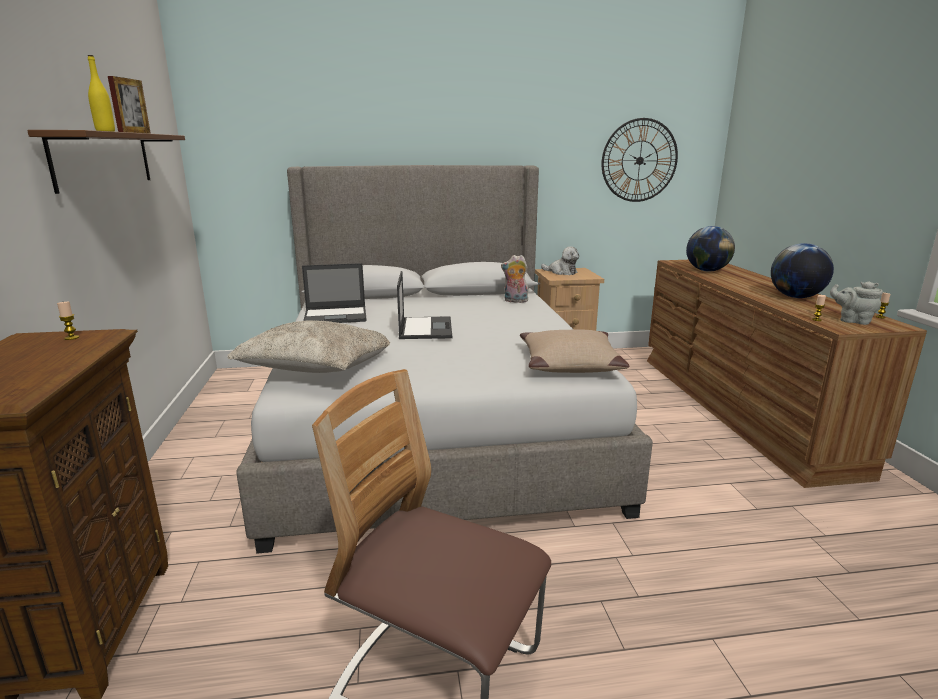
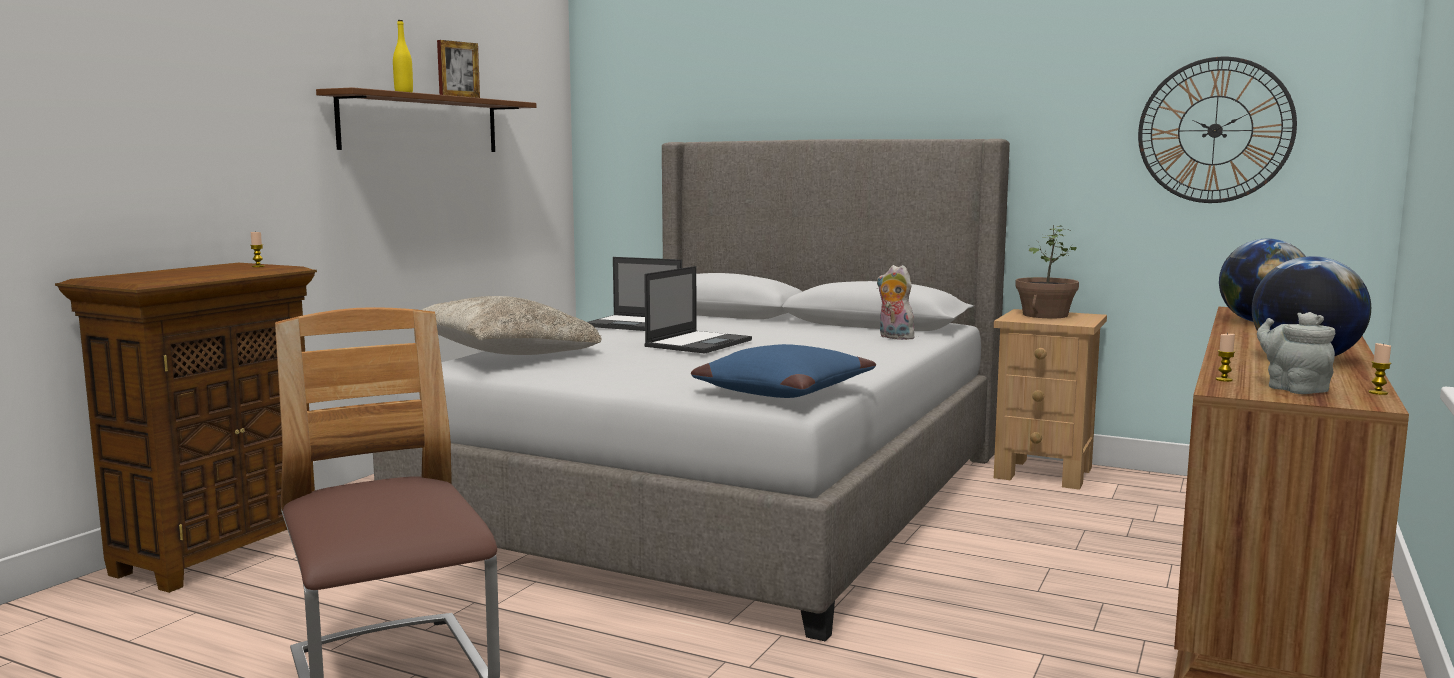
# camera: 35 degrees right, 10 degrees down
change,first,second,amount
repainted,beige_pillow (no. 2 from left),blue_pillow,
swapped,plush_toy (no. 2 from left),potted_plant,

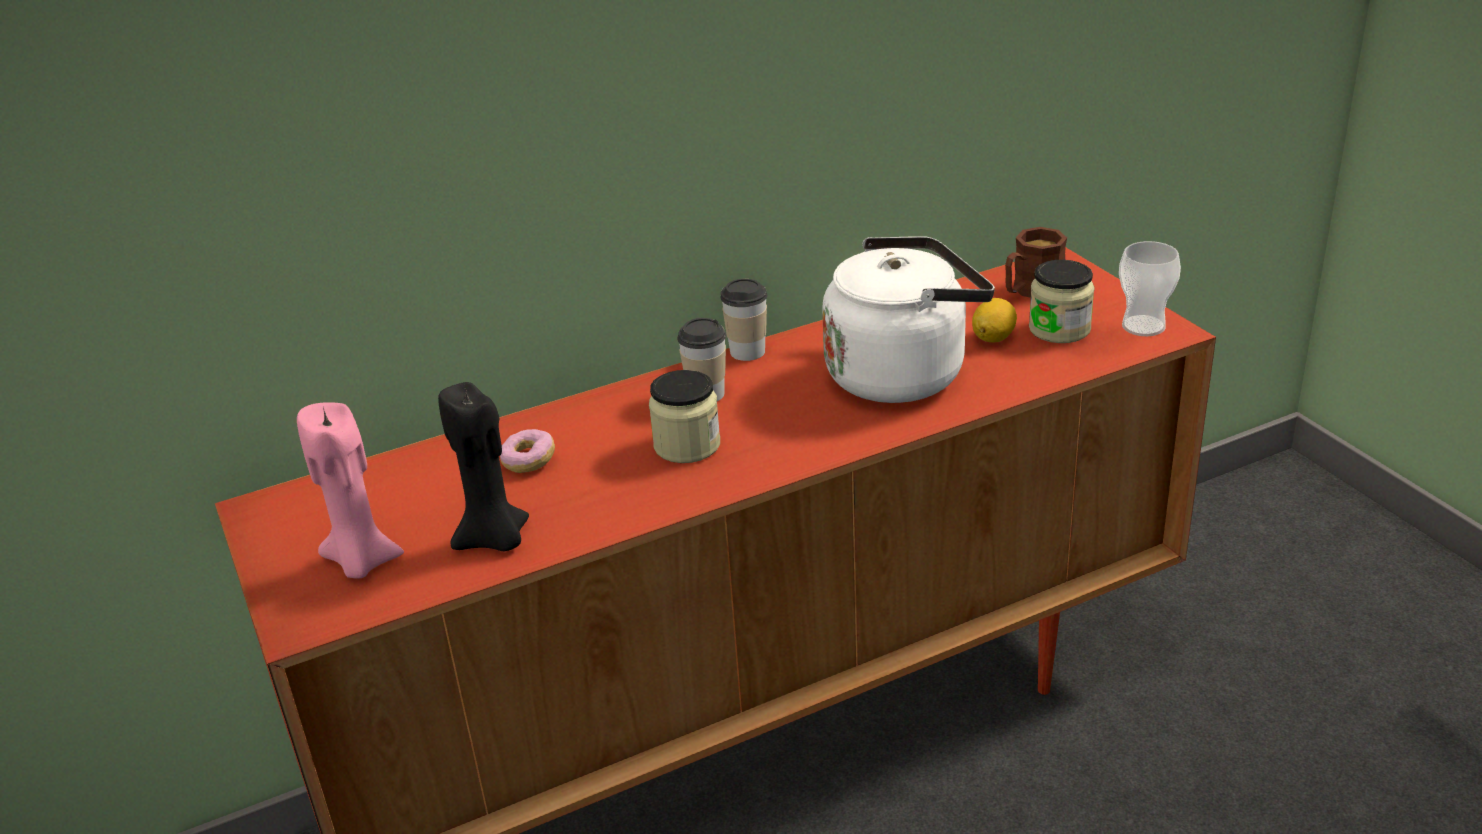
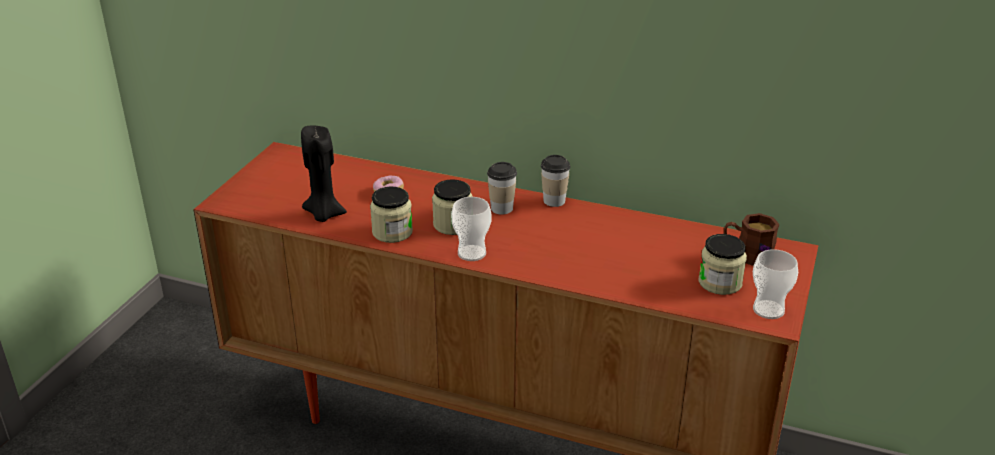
# camera: 45 degrees right, 0 degrees up
change,first,second,amount
gone,pink_candle,,
gone,white_kettle,,
gone,lemon,,
new,,jar (no. 1 from left),
new,,cup (no. 1 from left),

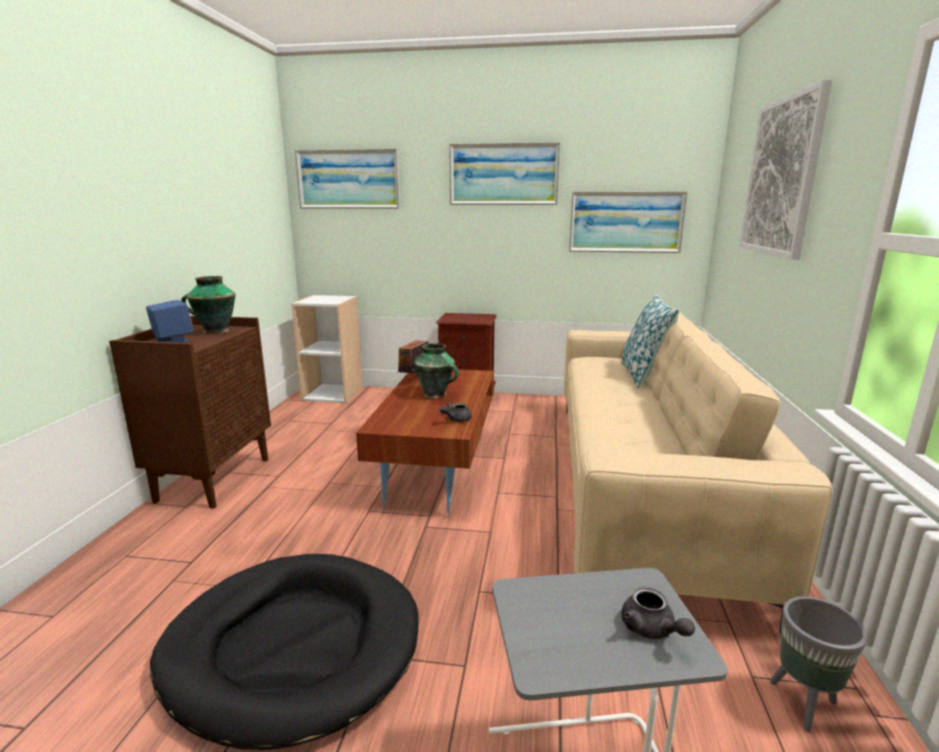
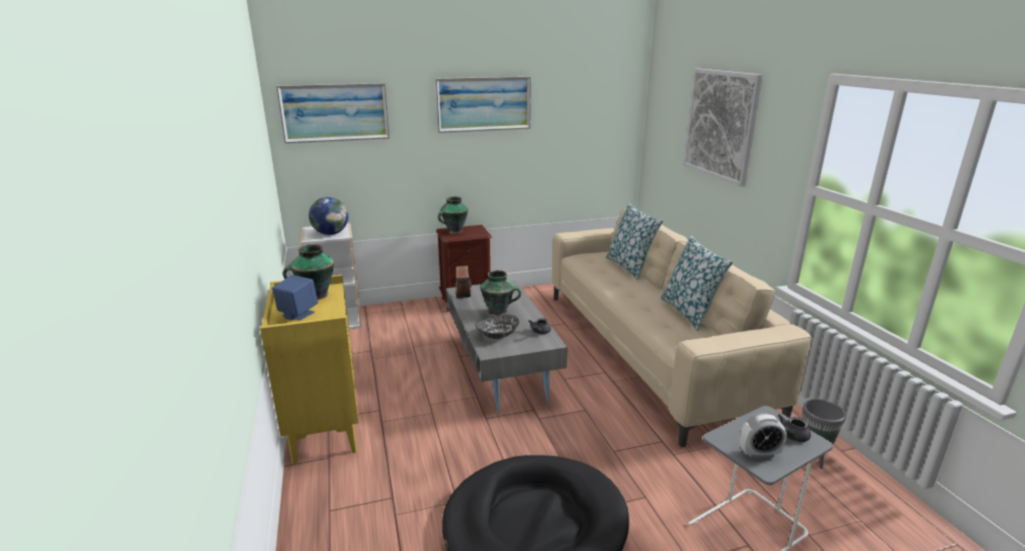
# camera: 25 degrees left, 5 degrees up
change,first,second,amount
repainted,brown_cabinet,yellow_cabinet,
repainted,brown_coffee_table,grey_coffee_table,
gone,picture (no. 3 from left),,
rotated,grey_teapot (no. 2 from left),,105 degrees clockwise
new,,globe,
new,,vase (no. 2 from left),
new,,bowl,
new,,pillow (no. 2 from left),
new,,alarm_clock,

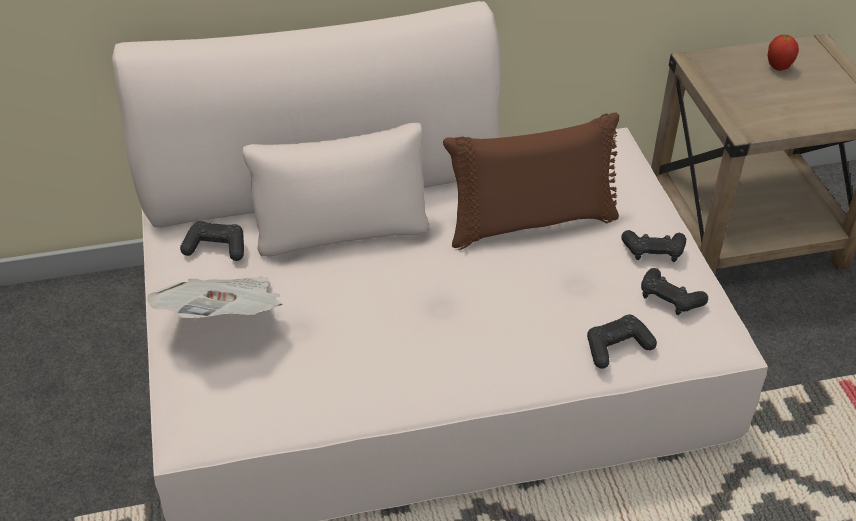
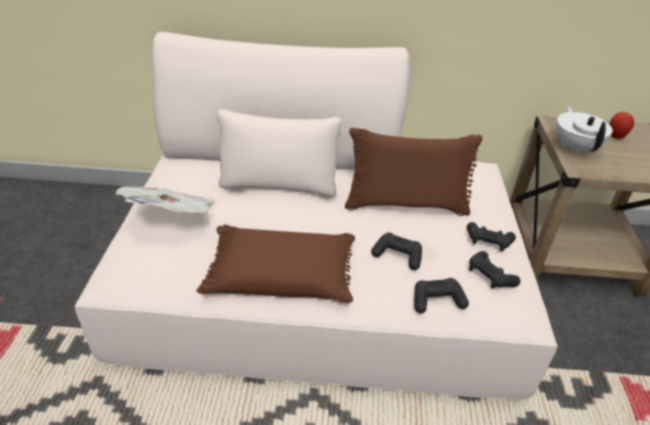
# camera: 15 degrees right, 5 degrees down
change,first,second,amount
shifted,black_game_controller (no. 1 from left),,
new,,brown_pillow (no. 1 from left),
new,,white_teapot,

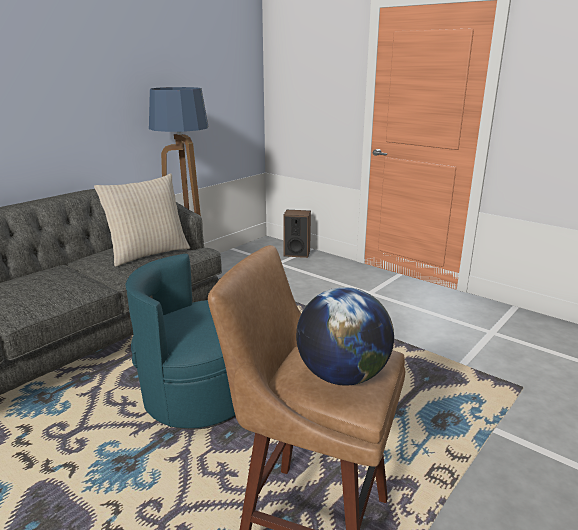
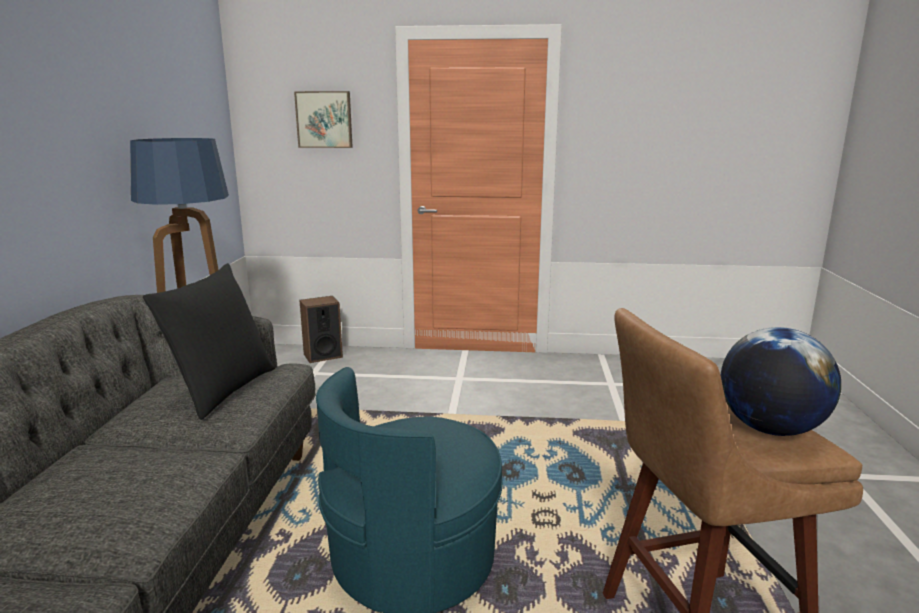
# camera: 35 degrees left, 5 degrees down
change,first,second,amount
repainted,beige_pillow,black_pillow,
new,,picture,

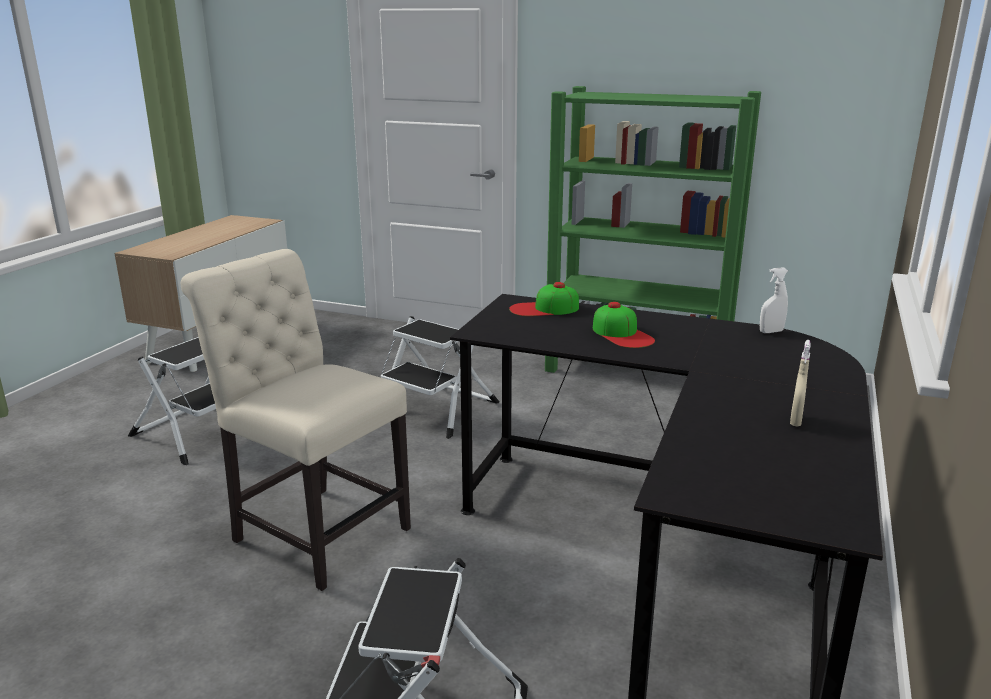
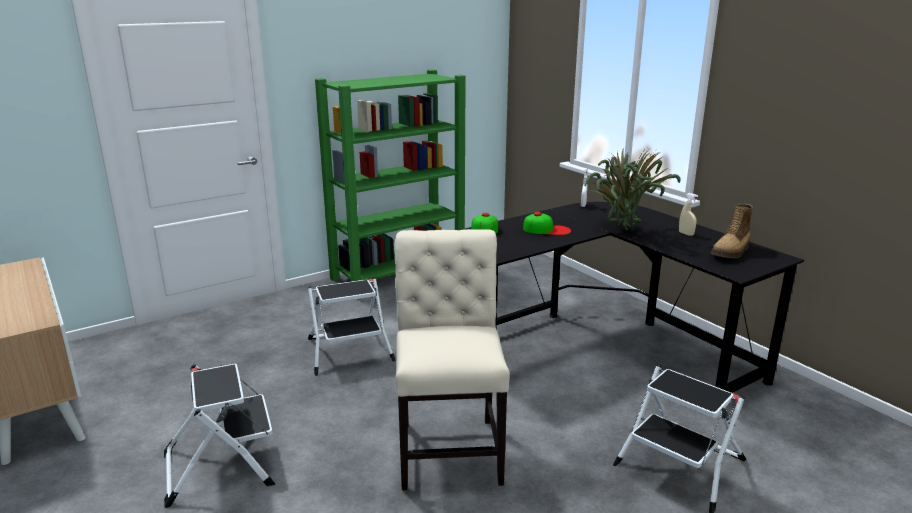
# camera: 55 degrees left, 0 degrees up
change,first,second,amount
rotated,beige_chair,,105 degrees clockwise
new,,potted_plant,
new,,boot,

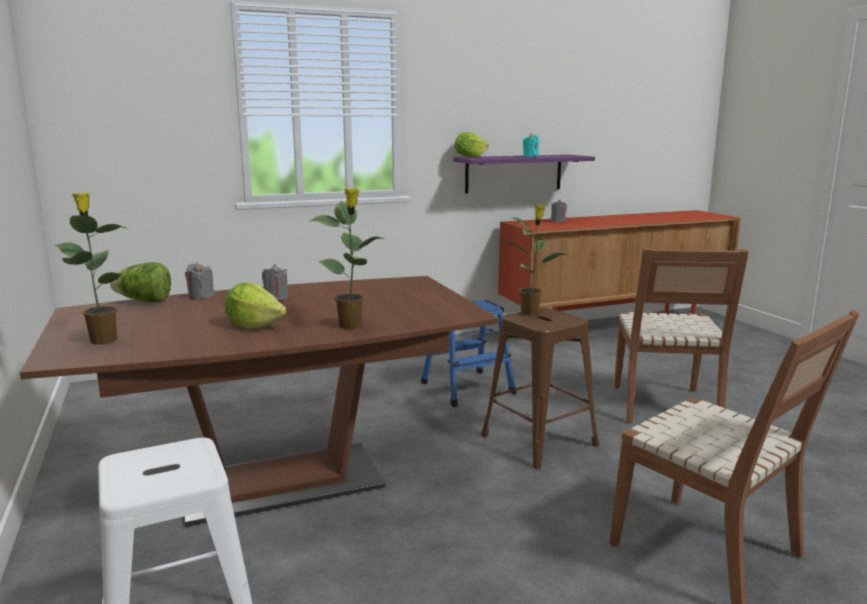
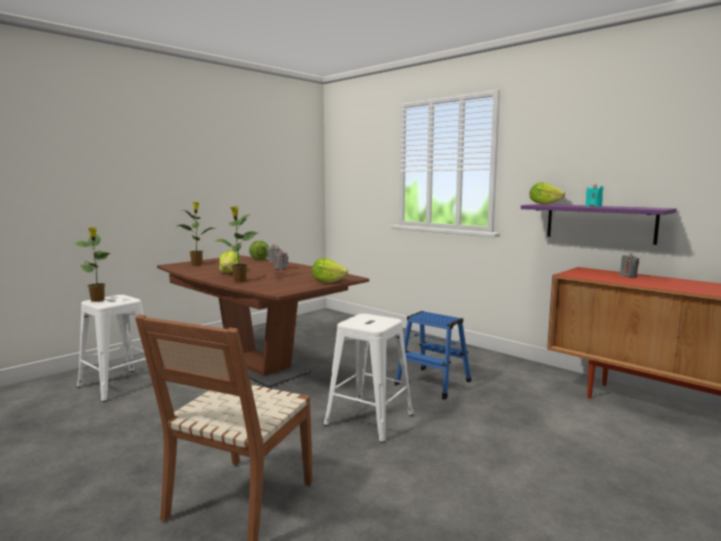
# camera: 65 degrees right, 5 degrees down
change,first,second,amount
repainted,brown_stool,white_stool (no. 2 from left),
shifted,potted_plant (no. 3 from left in the first image),potted_plant (no. 1 from left),
gone,chair (no. 1 from left),,
new,,lettuce (no. 3 from left),

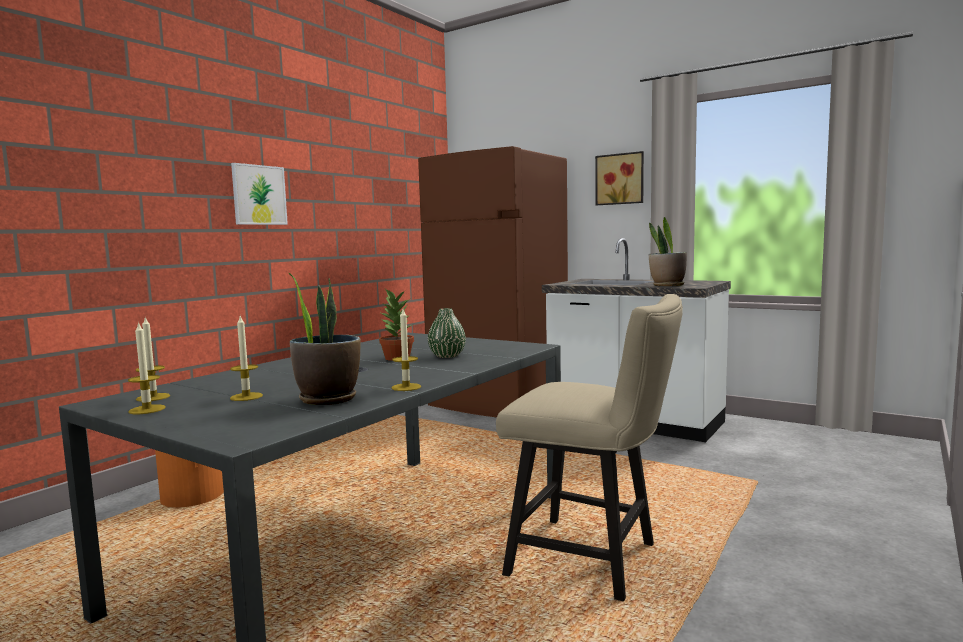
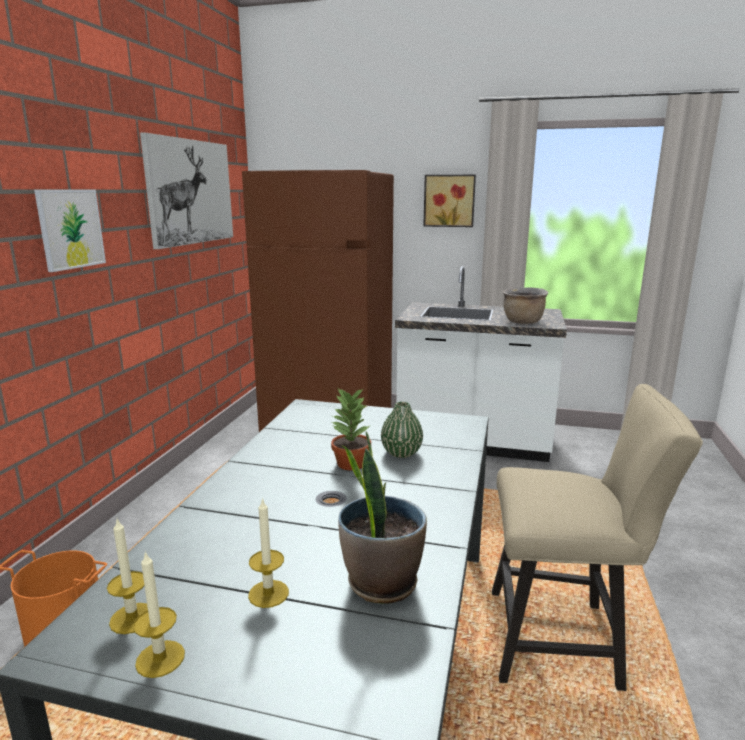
# camera: 20 degrees left, 10 degrees up
change,first,second,amount
gone,candle (no. 4 from left),,
swapped,potted_plant (no. 3 from left),brown_cooking_pot,
new,,picture (no. 2 from left),

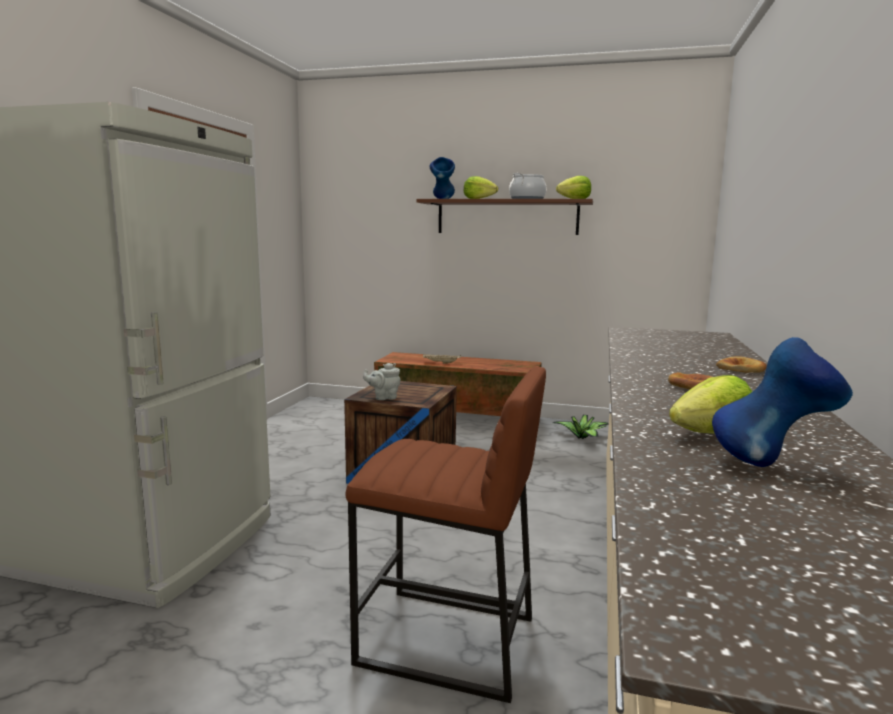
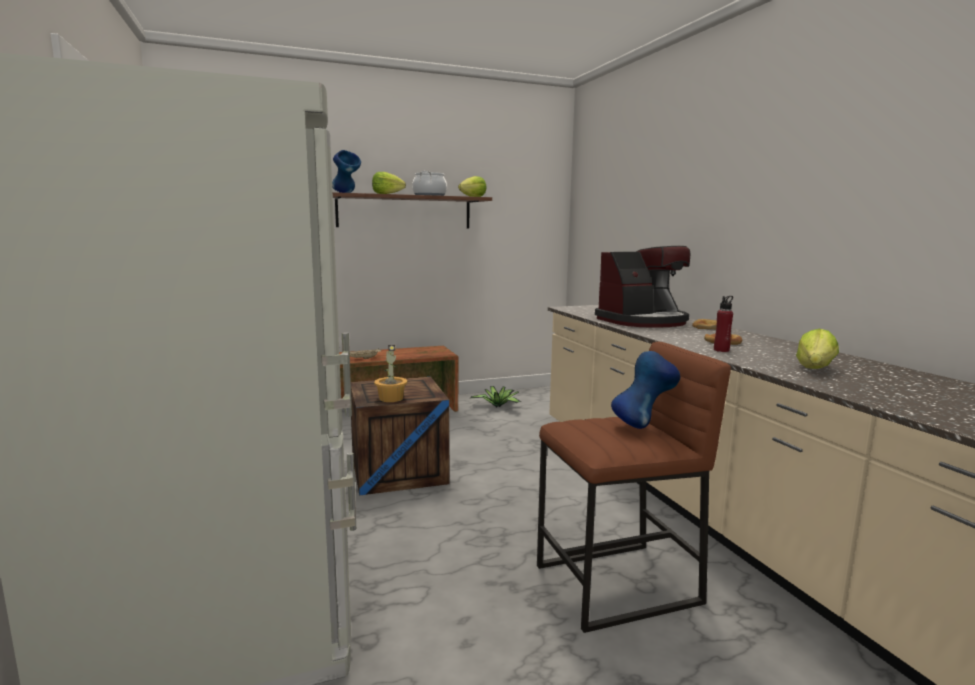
# camera: 35 degrees left, 0 degrees up
change,first,second,amount
swapped,grey_teapot,potted_plant (no. 1 from left),
shifted,blue_vase (no. 2 from left),,
new,,coffee_machine,
new,,red_bottle,

